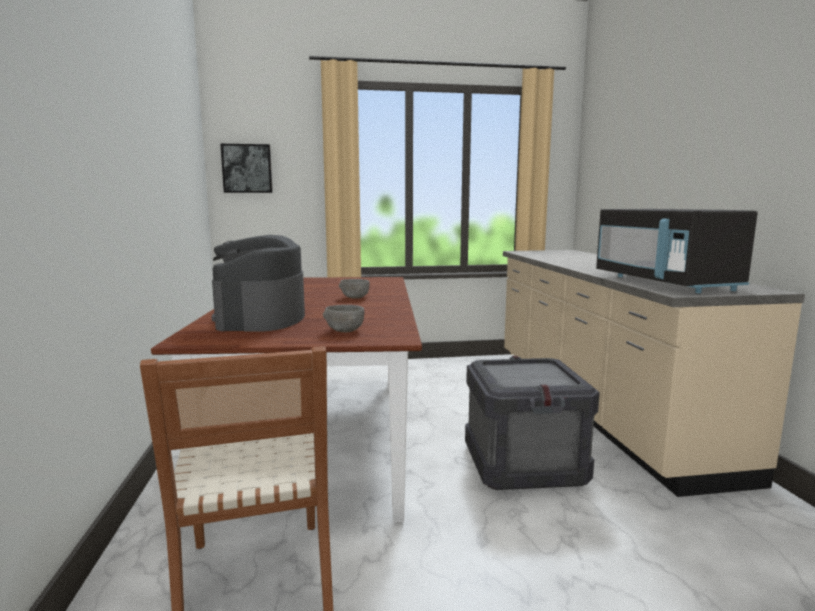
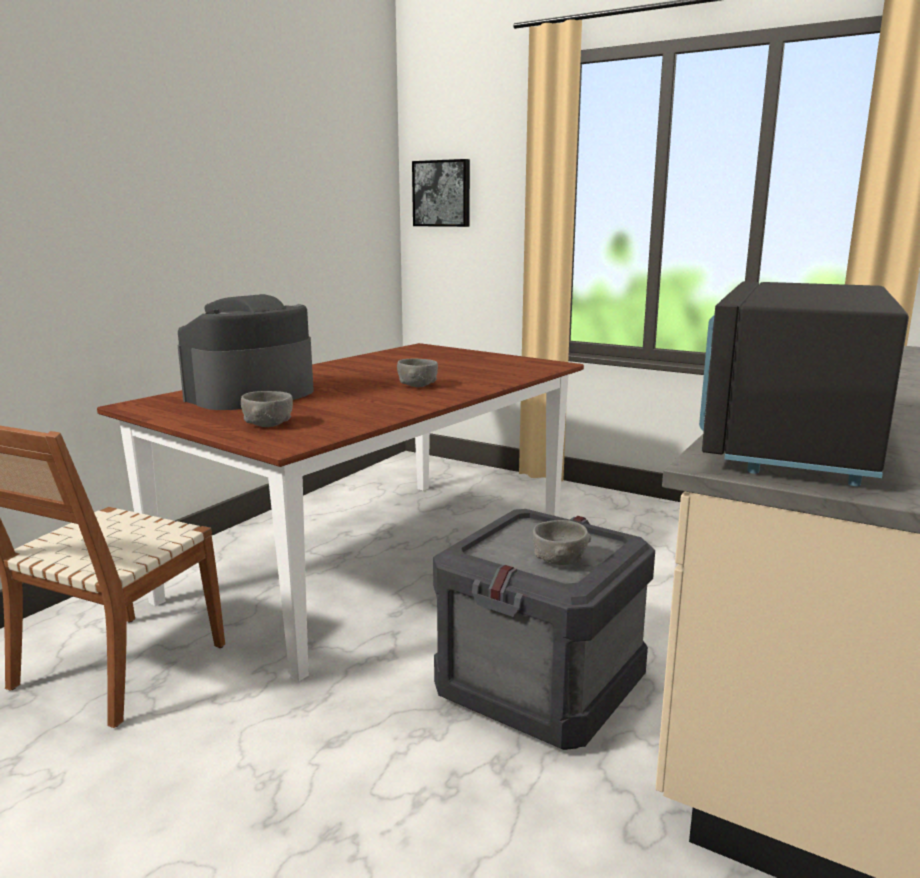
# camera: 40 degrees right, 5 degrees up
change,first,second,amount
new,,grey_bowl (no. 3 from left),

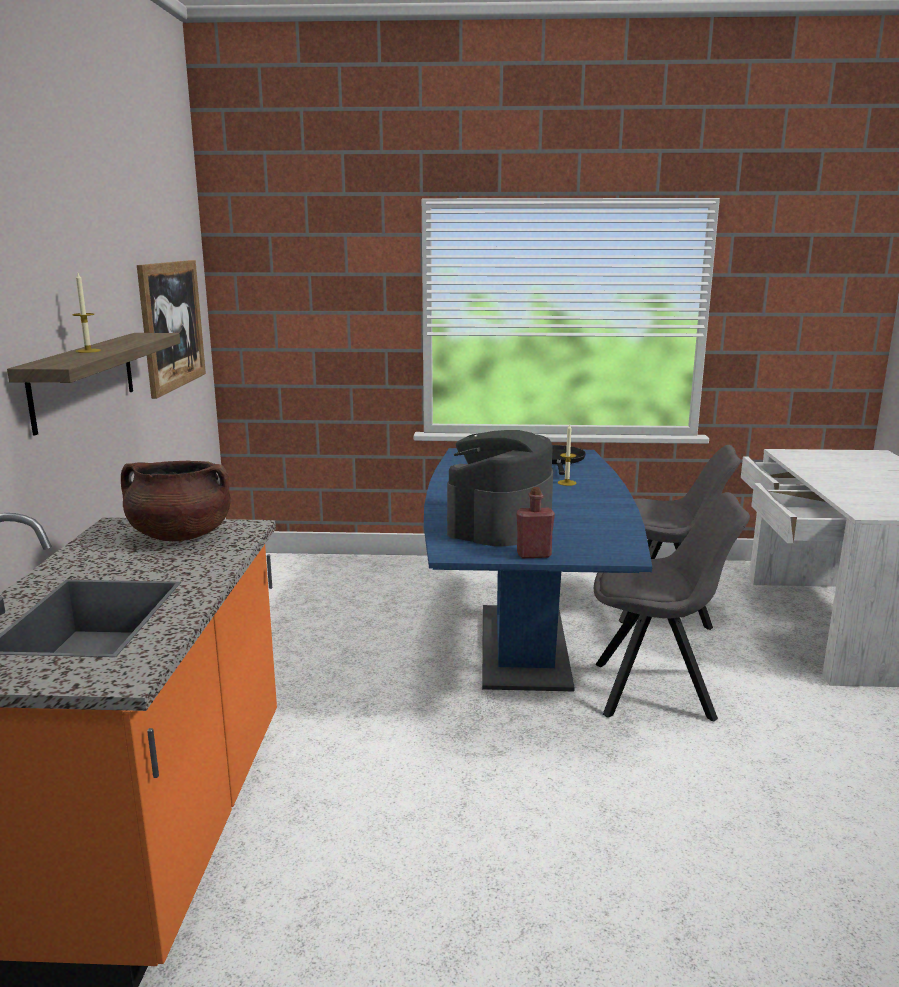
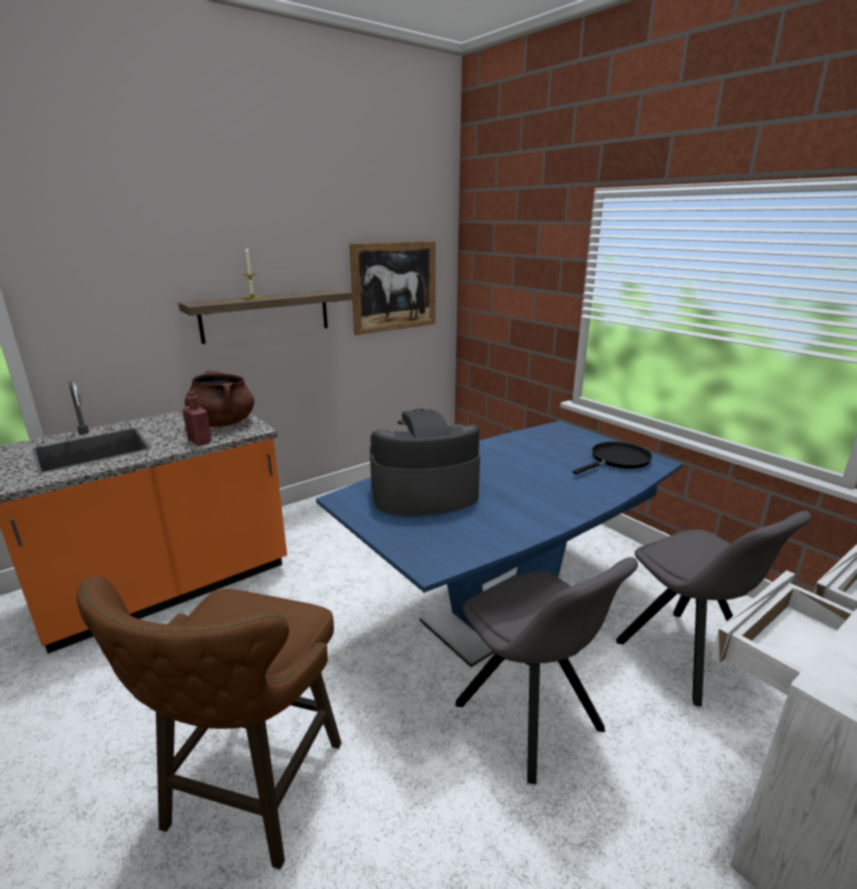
# camera: 50 degrees right, 5 degrees up
change,first,second,amount
shifted,red_bottle,,
gone,candle (no. 2 from left),,
new,,brown_stool,

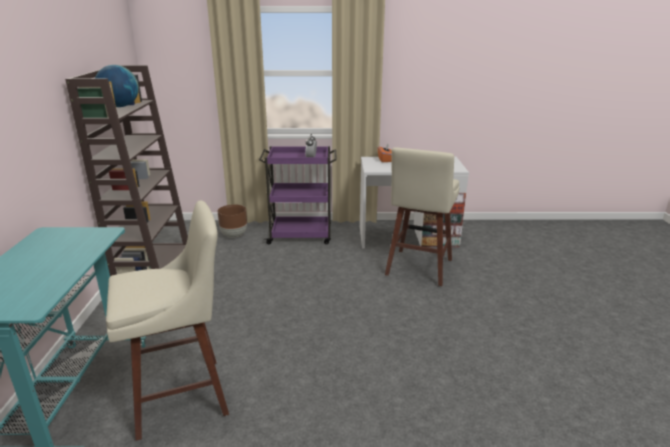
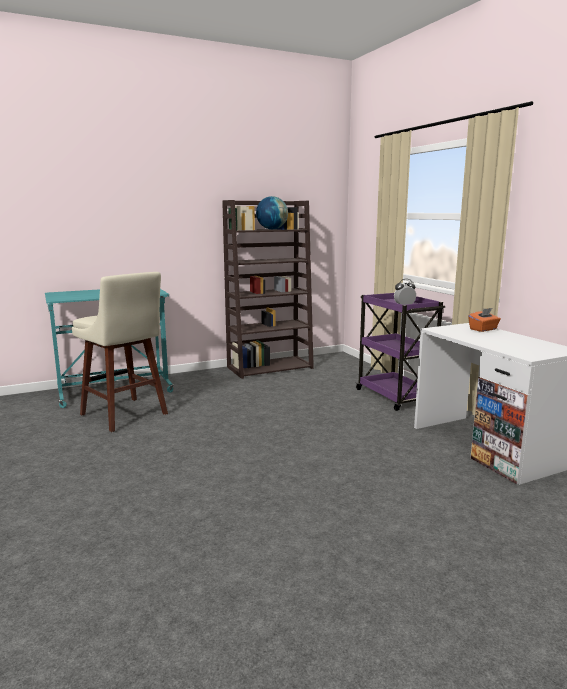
# camera: 65 degrees right, 10 degrees down
change,first,second,amount
gone,brown_planter,,
gone,beige_stool (no. 2 from left),,

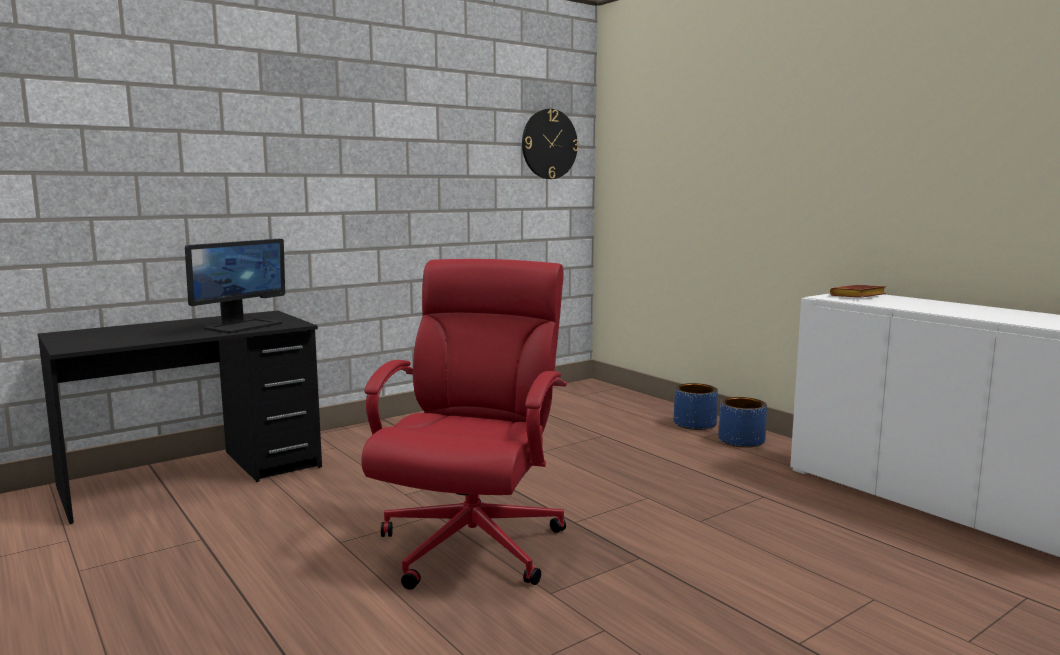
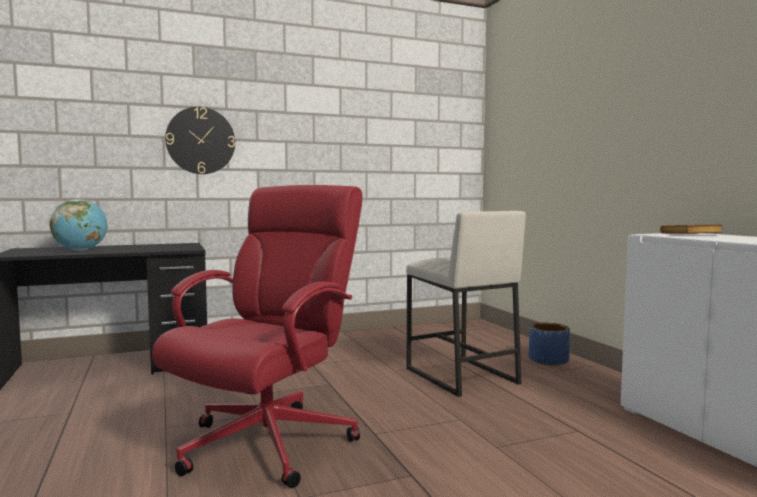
# camera: 15 degrees right, 5 degrees down
change,first,second,amount
gone,monitor,,
shifted,wall_clock,,
gone,blue_planter (no. 2 from left),,
new,,globe,
new,,beige_stool,

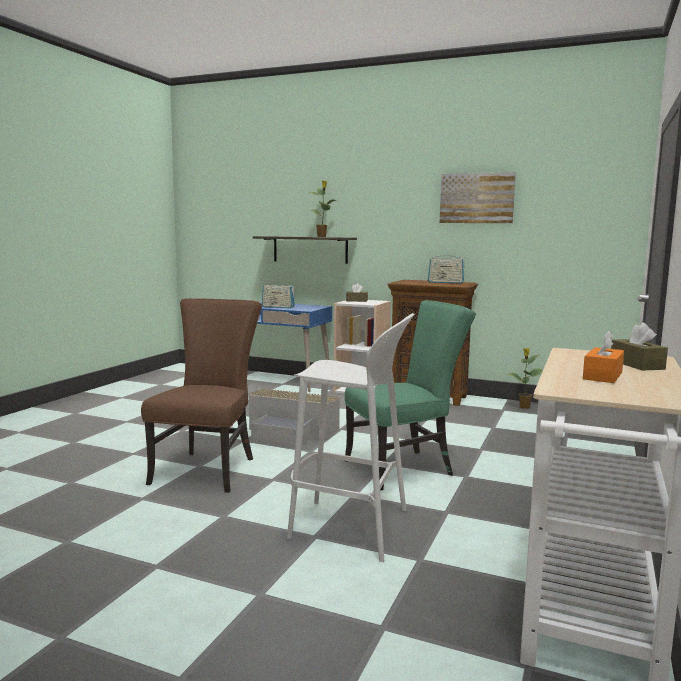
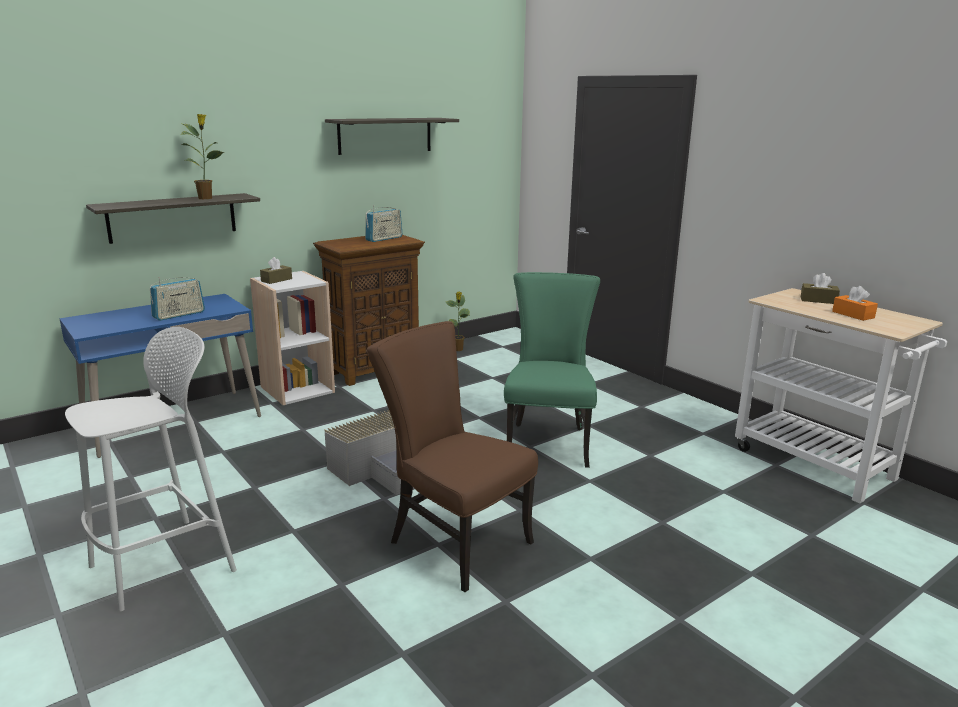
# camera: 60 degrees left, 10 degrees up
change,first,second,amount
shifted,white_stool,,
swapped,picture,shelf (no. 2 from left),

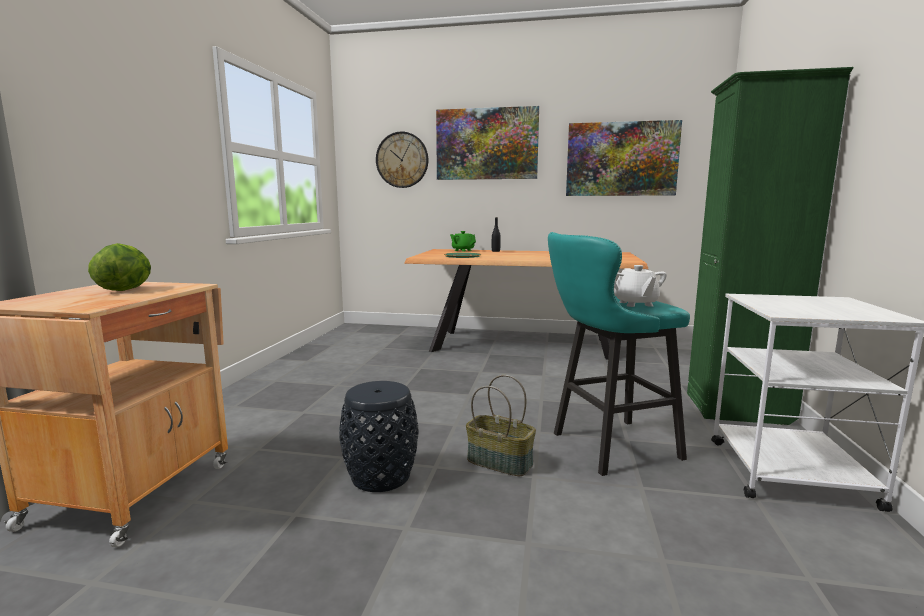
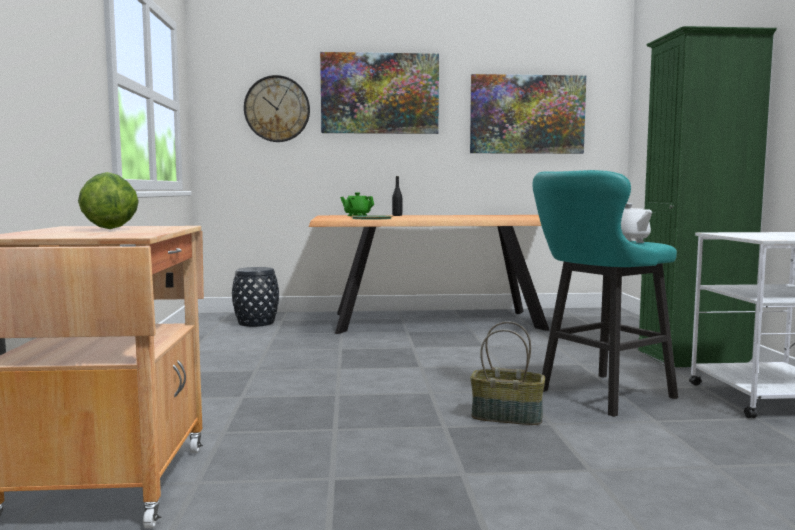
# camera: 15 degrees left, 5 degrees down
change,first,second,amount
shifted,black_stool,,

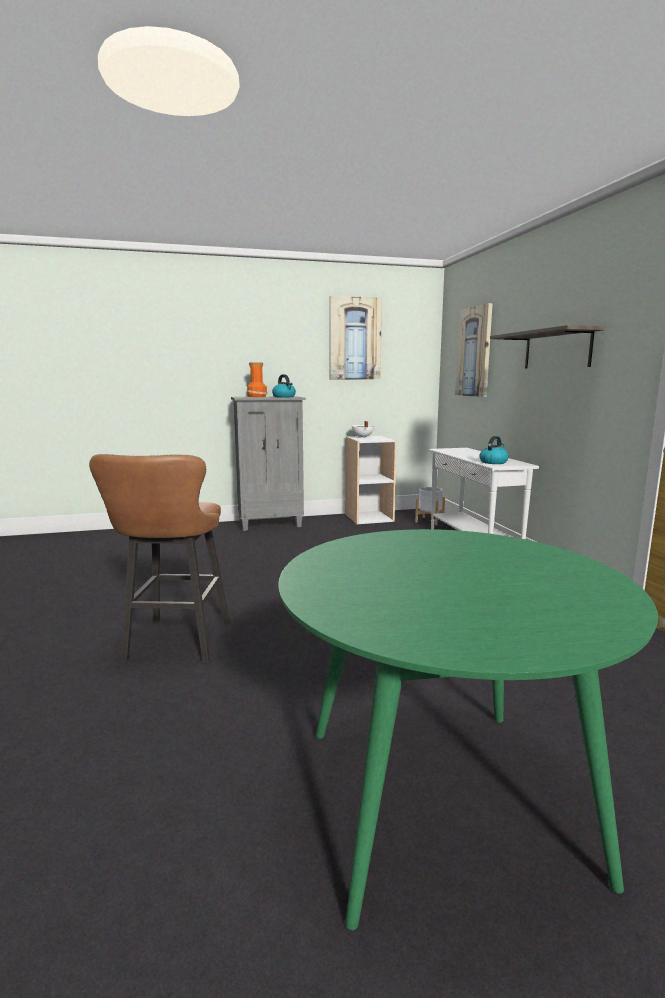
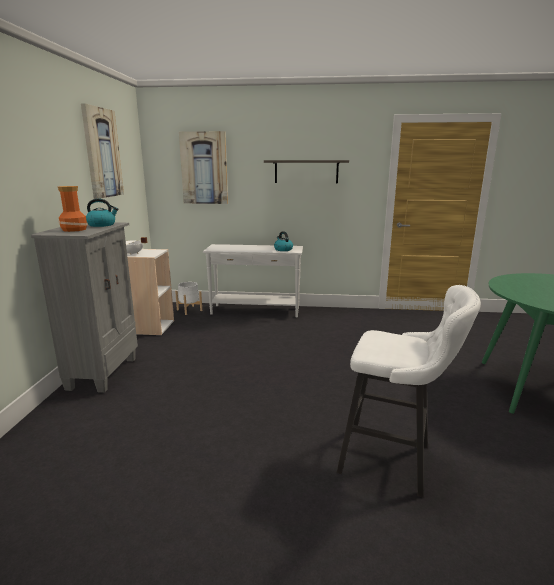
# camera: 70 degrees left, 5 degrees up
change,first,second,amount
repainted,brown_stool,white_stool,

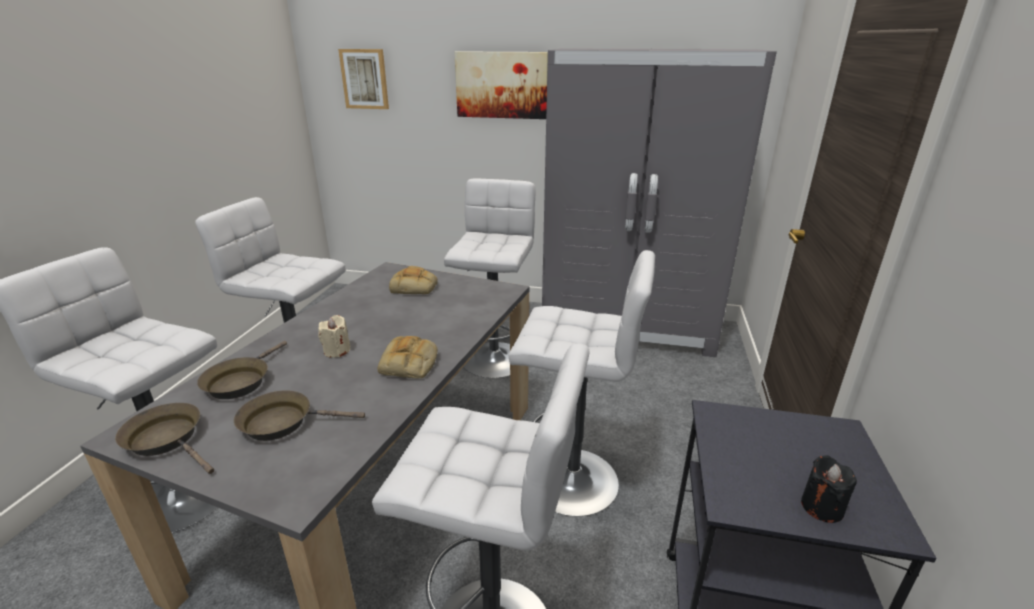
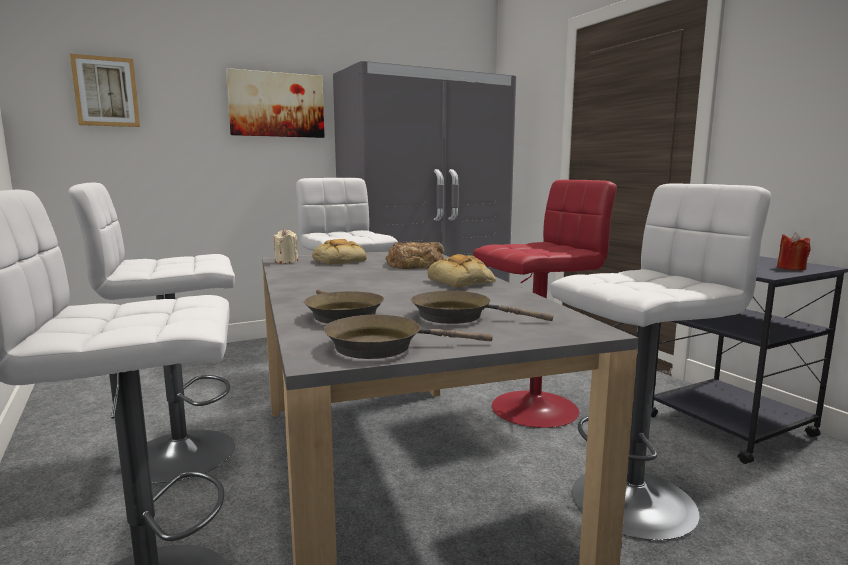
# camera: 40 degrees left, 15 degrees down
change,first,second,amount
rotated,brown_frying_pan (no. 3 from left),,60 degrees clockwise
shifted,beige_candle,,
repainted,white_stool (no. 5 from left),red_stool,
repainted,black_candle,red_candle,
new,,bread (no. 2 from left),

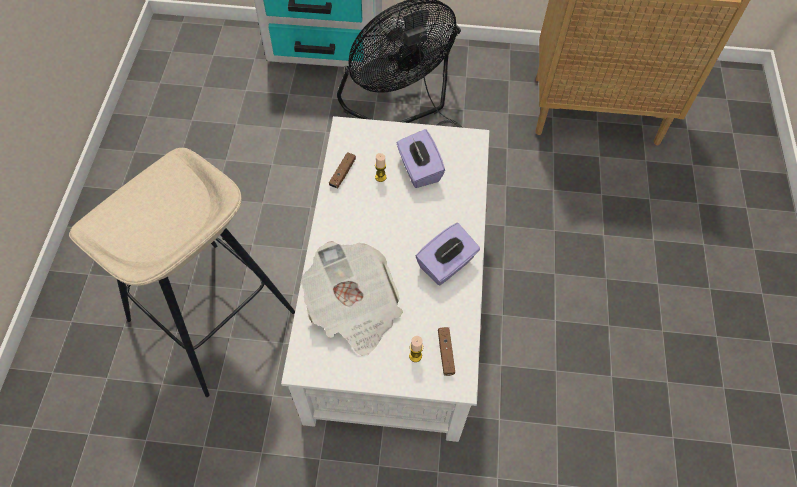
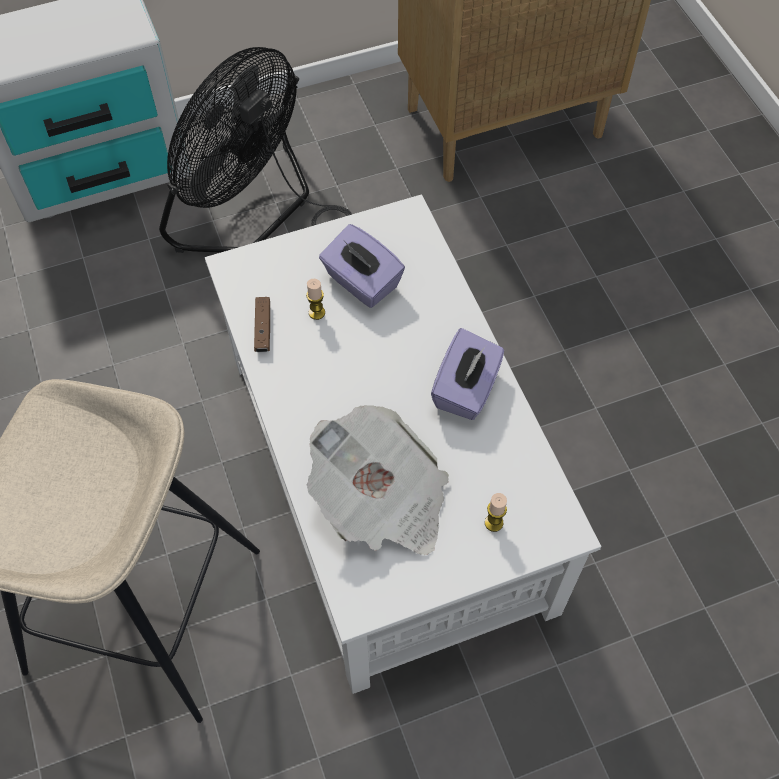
# camera: 25 degrees left, 0 degrees up
change,first,second,amount
gone,brown_game_controller (no. 2 from left),,

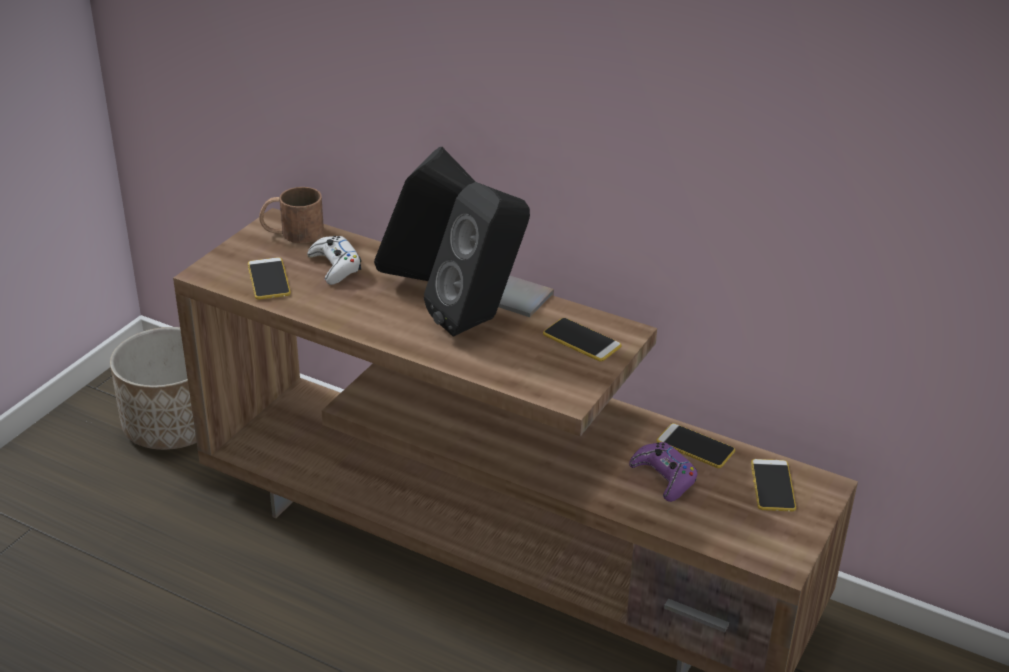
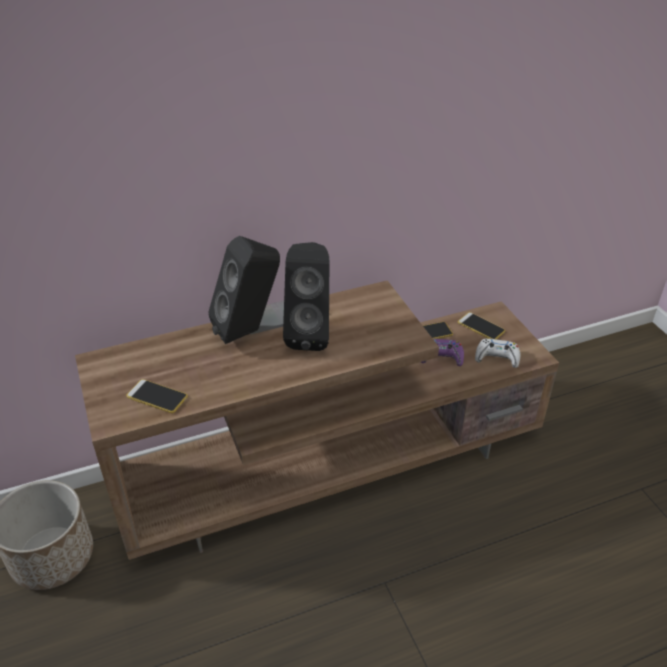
# camera: 50 degrees left, 5 degrees up
change,first,second,amount
gone,brown_mug,,
shifted,white_game_controller,,
gone,phone (no. 2 from left),,

